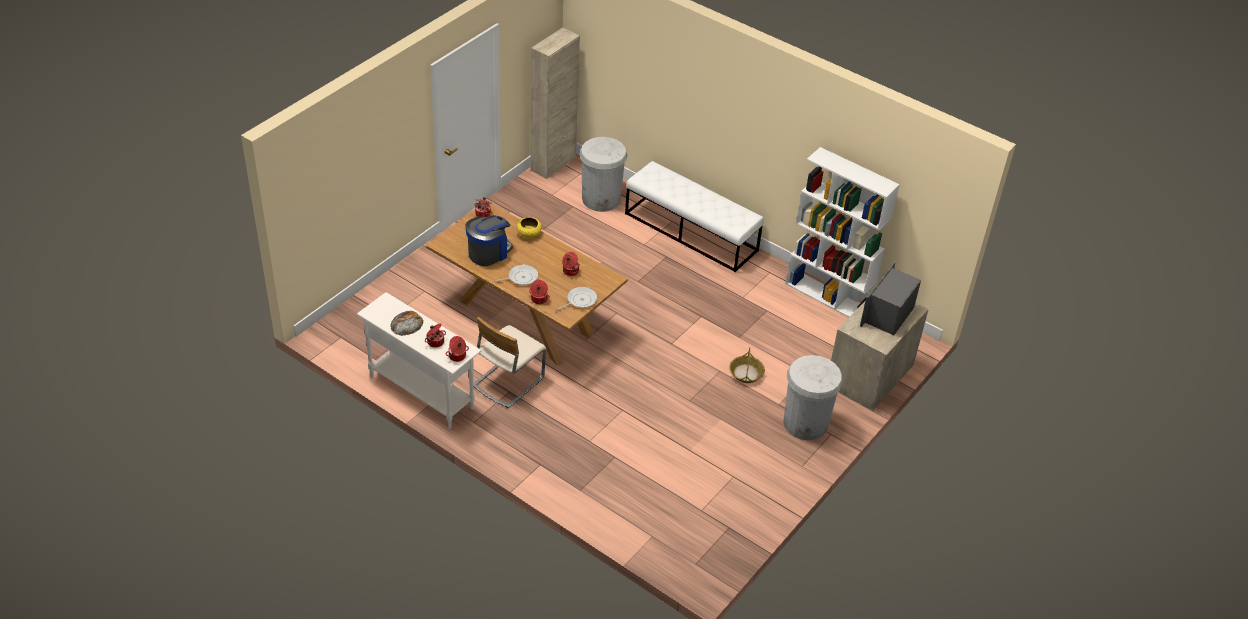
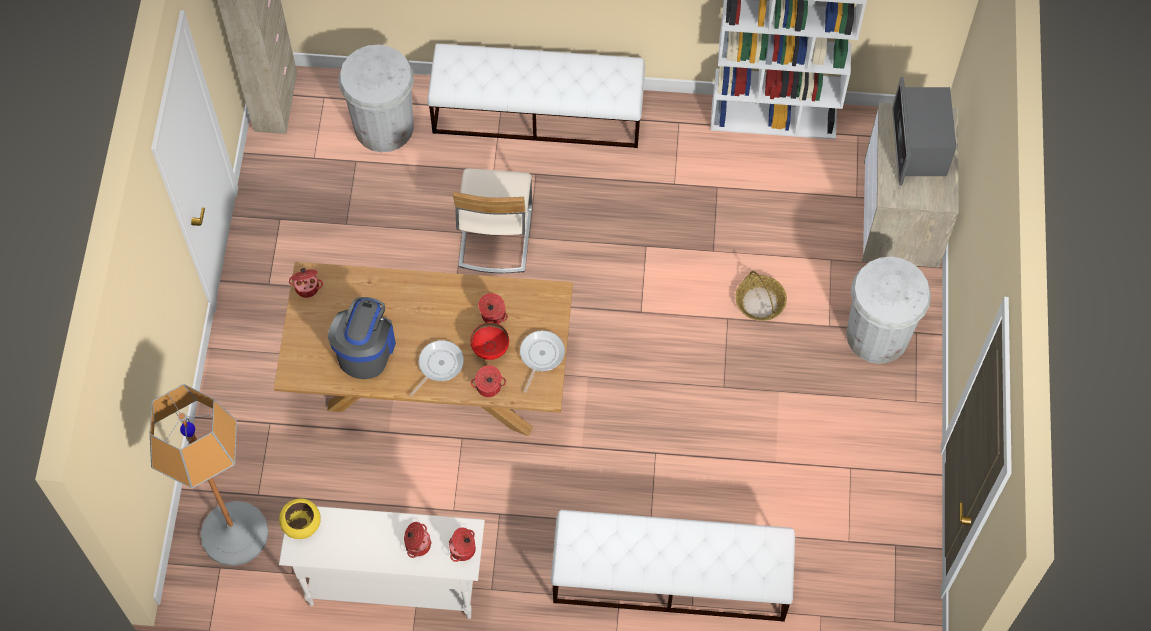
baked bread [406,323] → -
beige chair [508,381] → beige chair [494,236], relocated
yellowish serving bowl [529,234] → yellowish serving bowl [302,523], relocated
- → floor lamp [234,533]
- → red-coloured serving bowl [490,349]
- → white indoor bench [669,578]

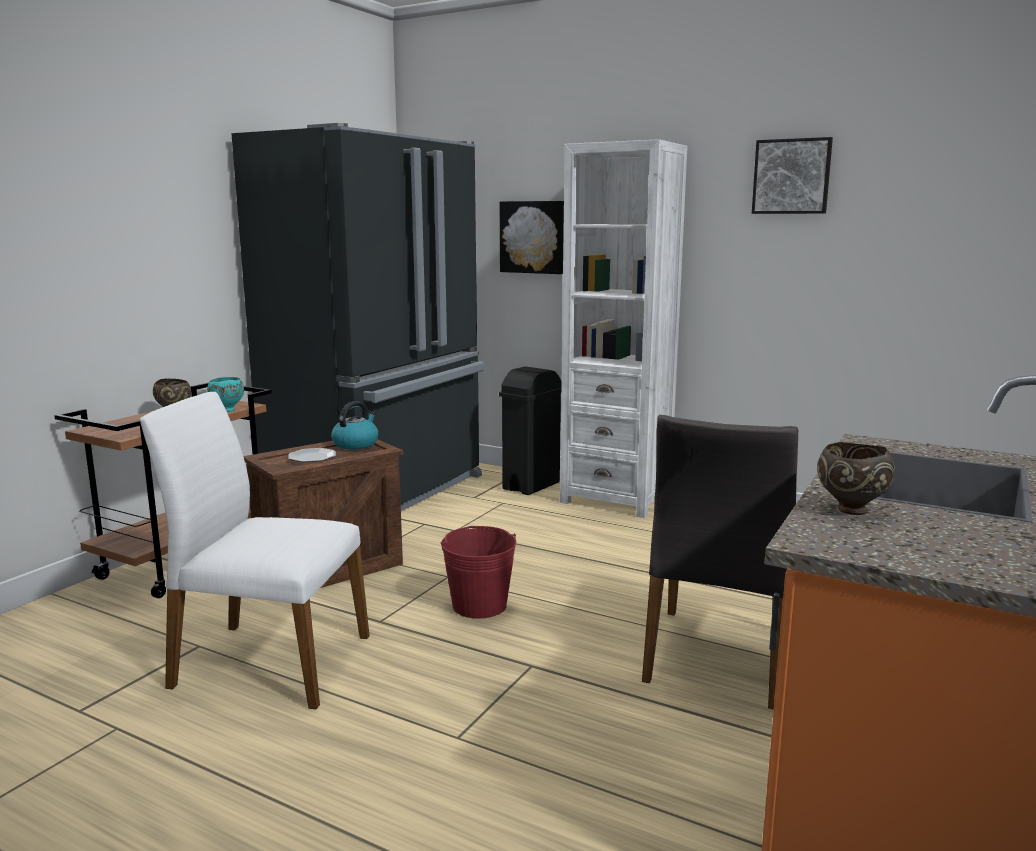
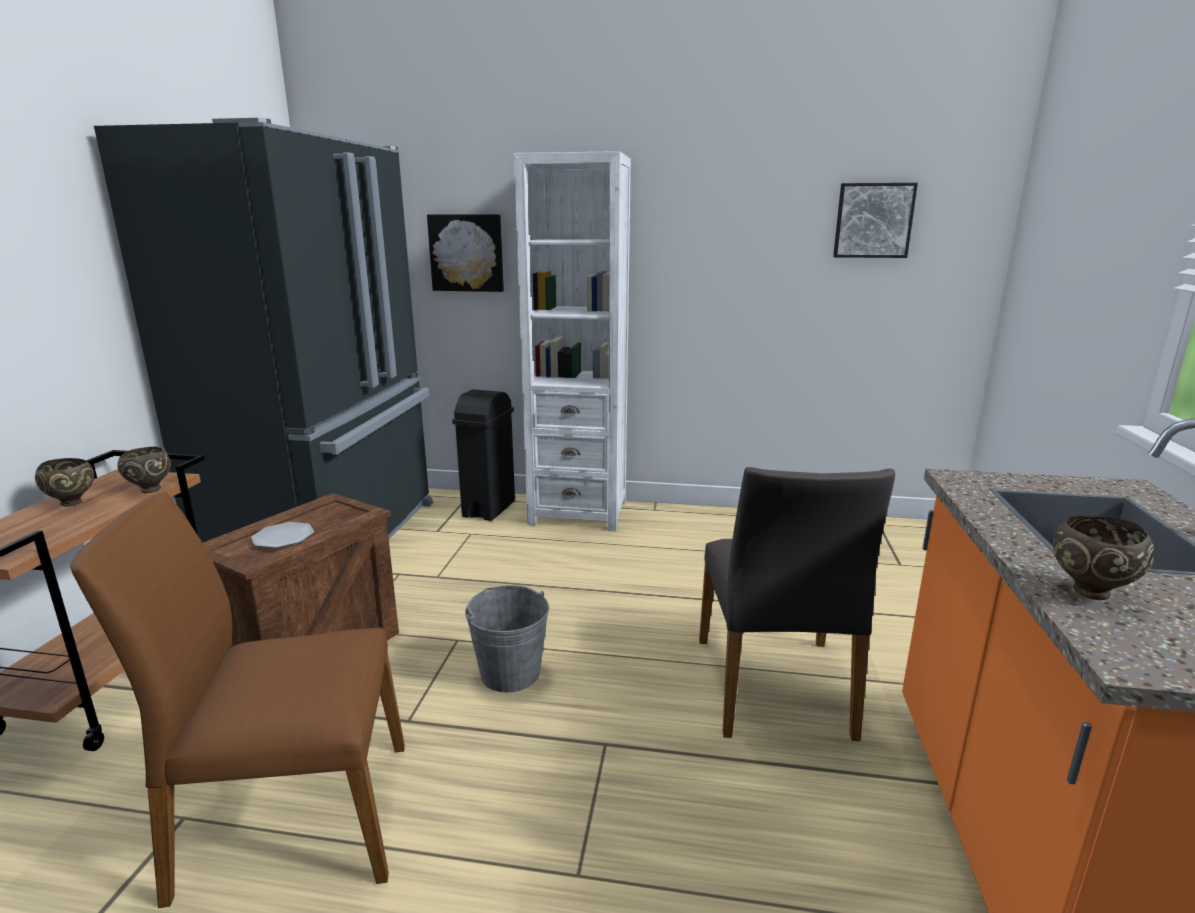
white chair [269,662] → brownish chair [293,819]
turquoise serving bowl [227,410] → brownish serving bowl [150,489]
water kettle [356,444] → -
red-coloured pail [479,605] → gray pail [510,673]
wall art [791,176] → wall art [873,220], relocated

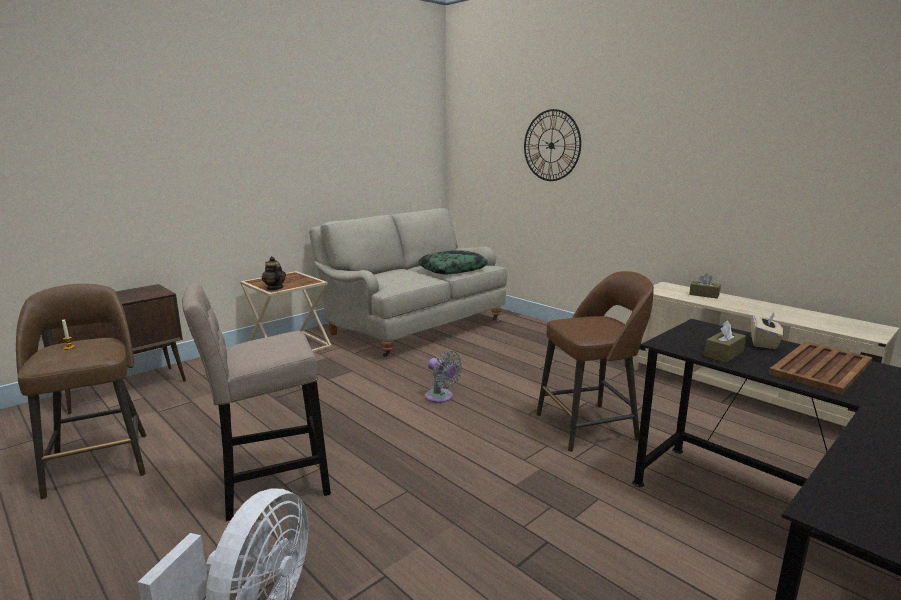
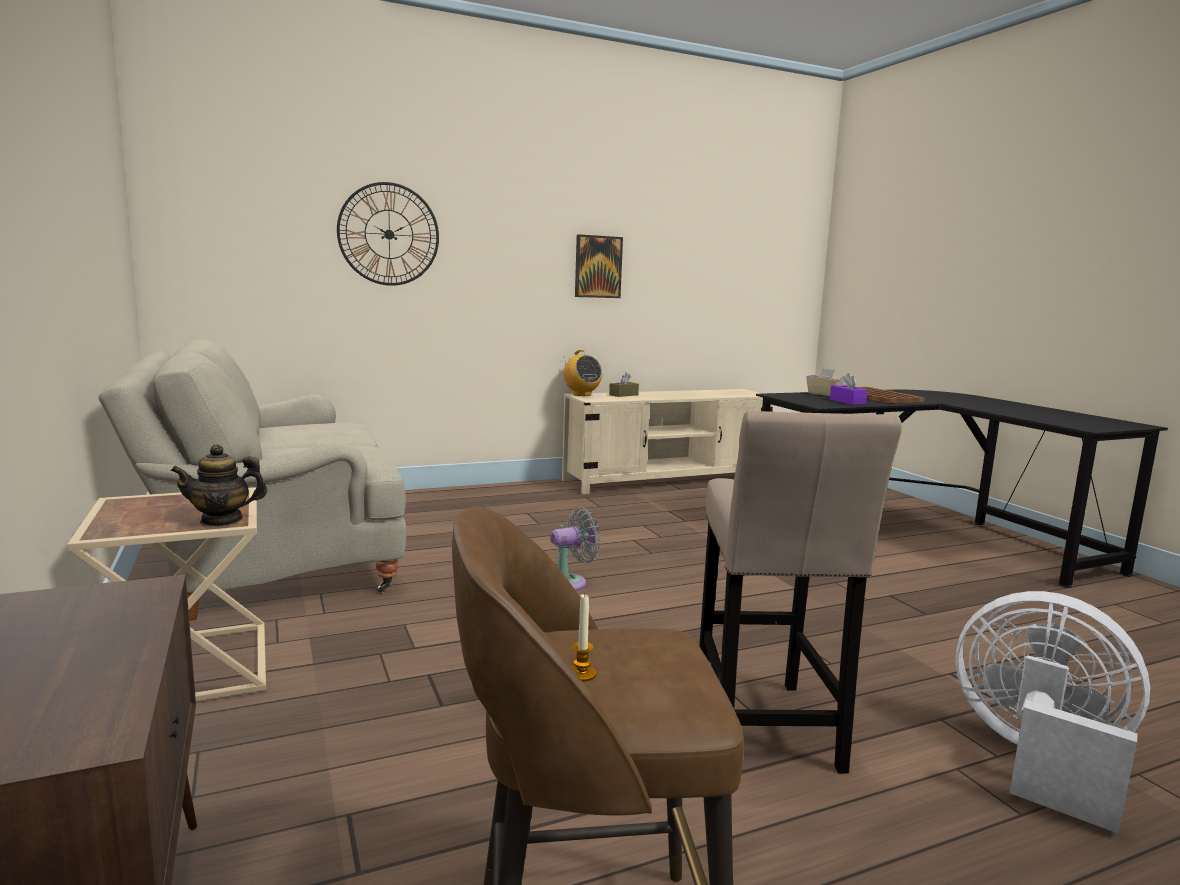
cushion [453,269] → -
brownish sitting stool [589,426] → -
brownish tissue holder [723,354] → purple-coloured tissue holder [847,402]
- → radio set [581,394]
- → wall art [598,267]

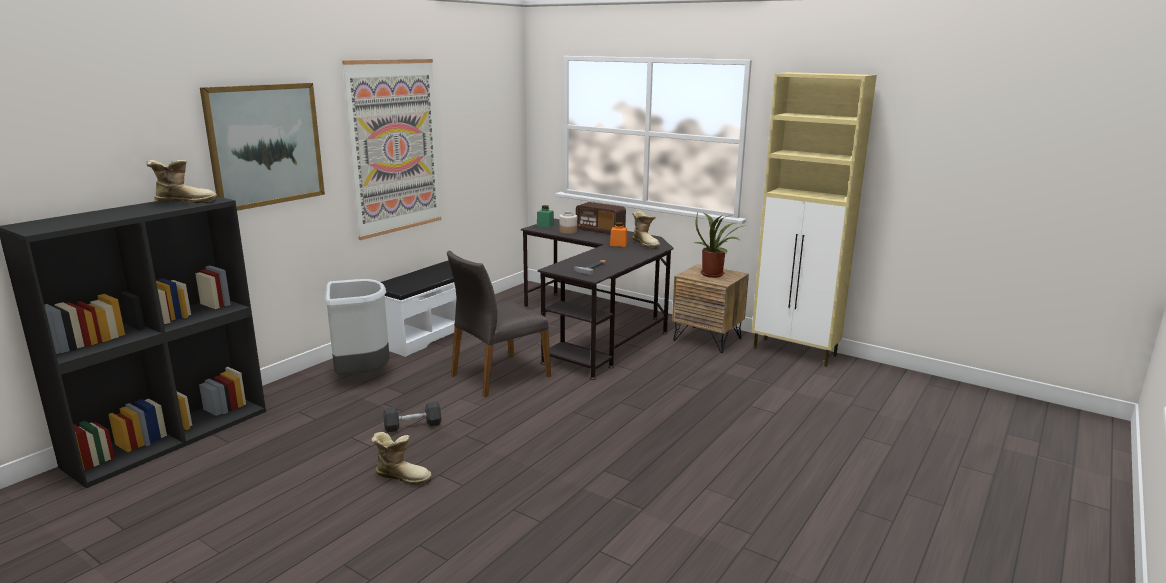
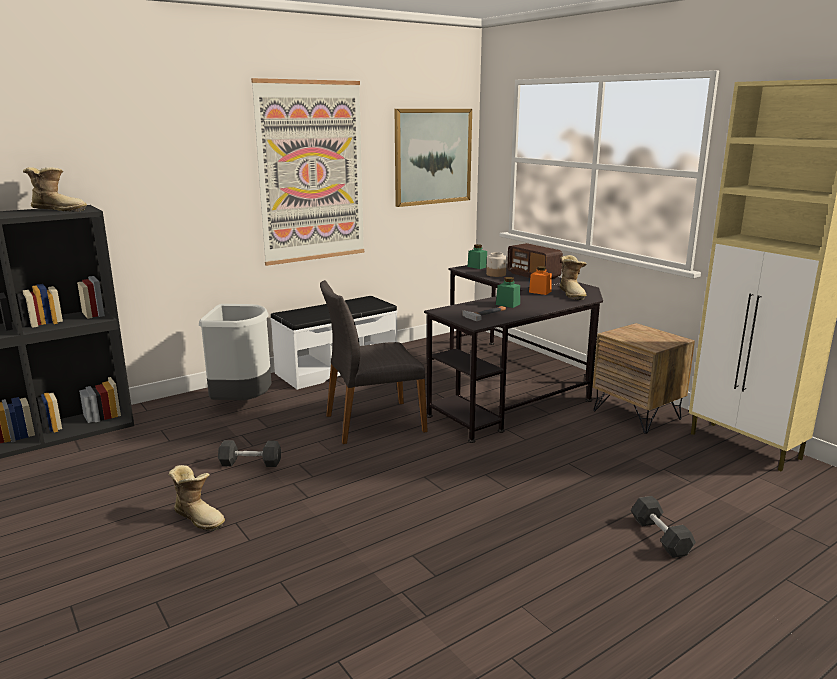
wall art [265,145] → wall art [433,156], relocated
plant in a pot [714,274] → -
- → green storage jar [508,304]
- → gray dumbbell [660,537]

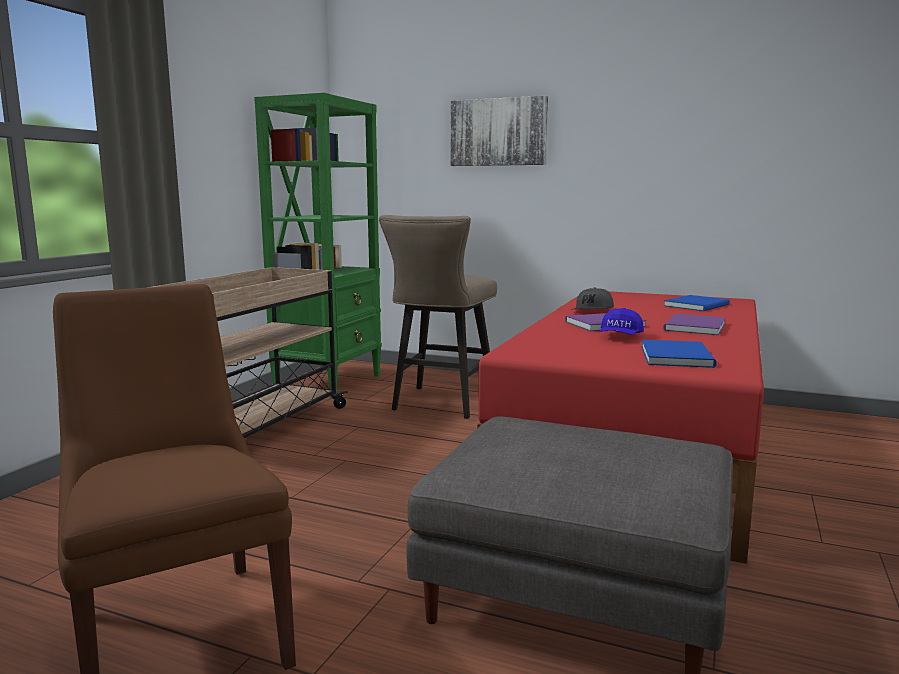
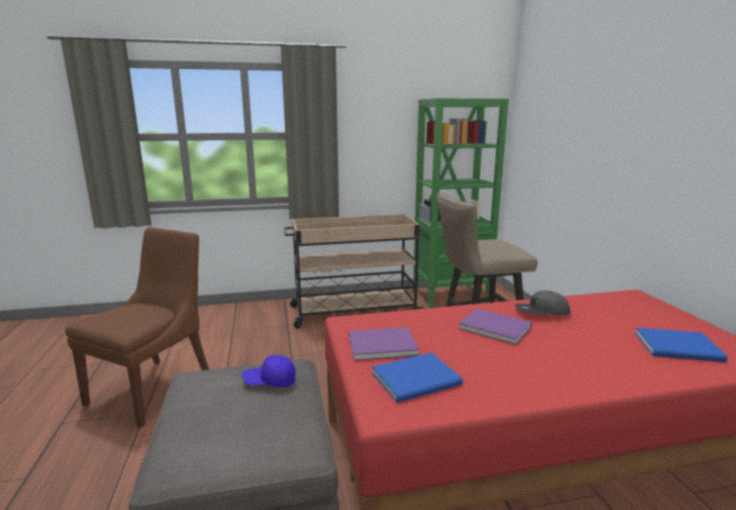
wall art [498,132] → -
bluish baseball cap [620,337] → bluish baseball cap [270,381], relocated
purple-coloured bound book [692,327] → purple-coloured bound book [380,345], relocated

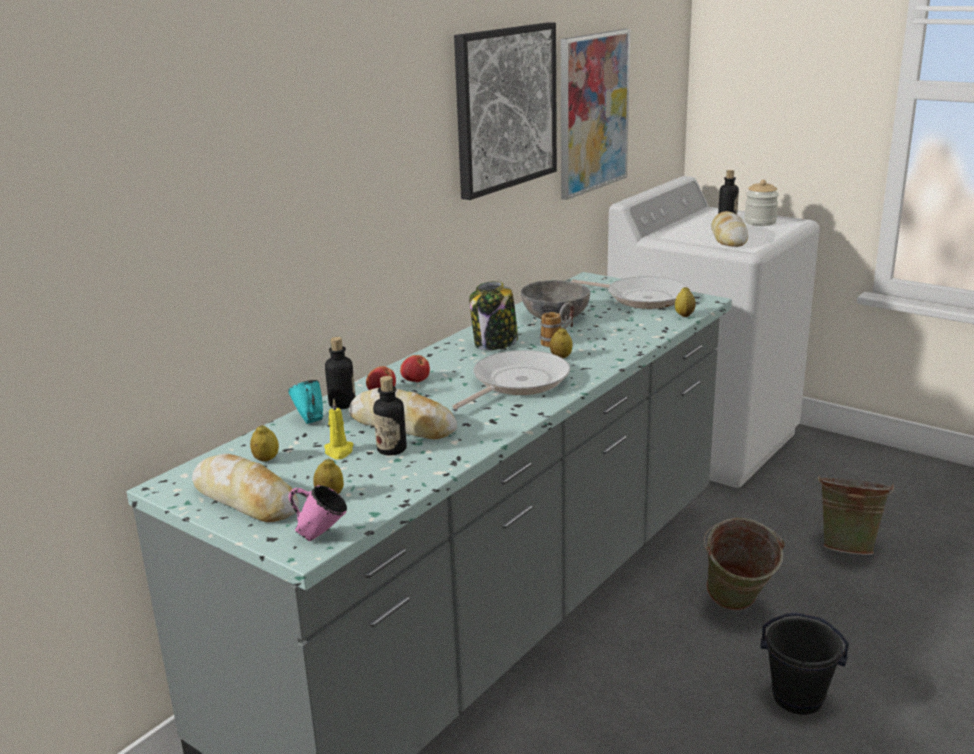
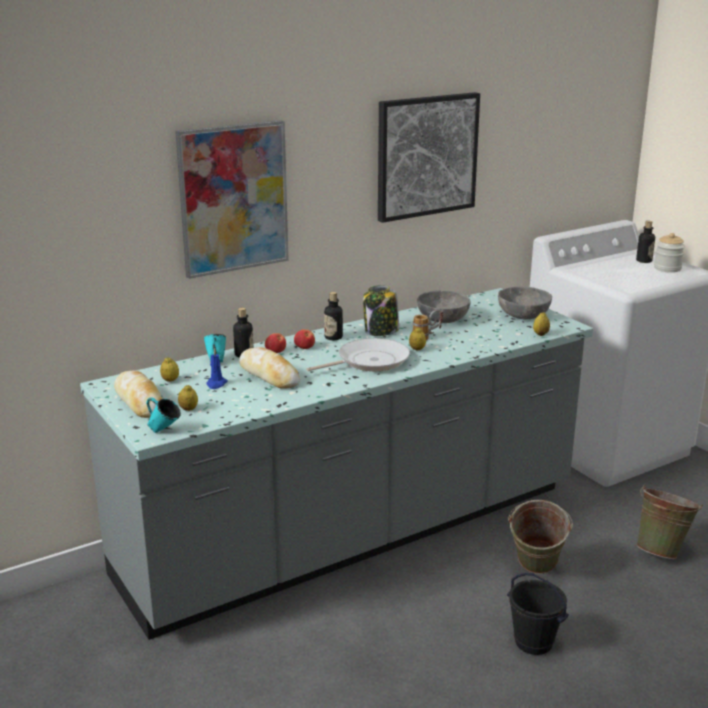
pink mug [321,536] → turquoise mug [164,431]
yellowish candle [339,451] → bluish candle [216,384]
bottle [391,449] → bottle [333,337], relocated
wall art [593,112] → wall art [233,198], relocated
skillet [642,297] → gray serving bowl [523,315]
baked bread [728,238] → -

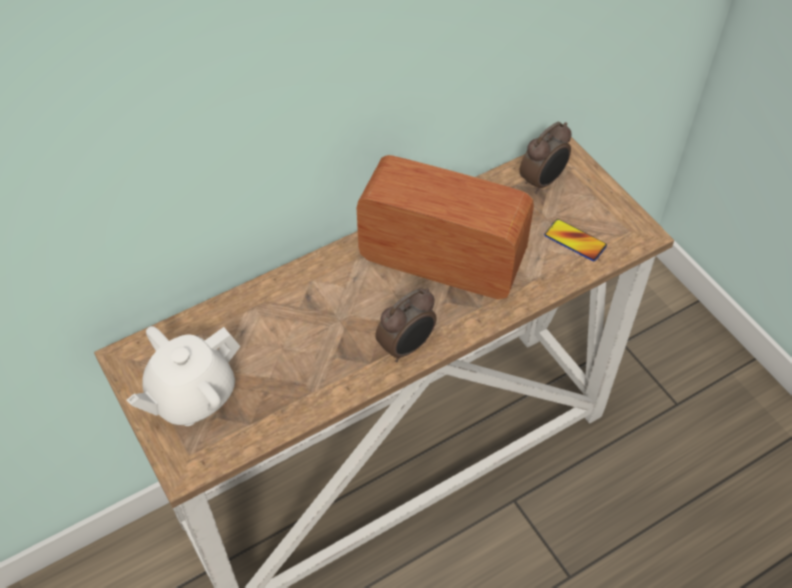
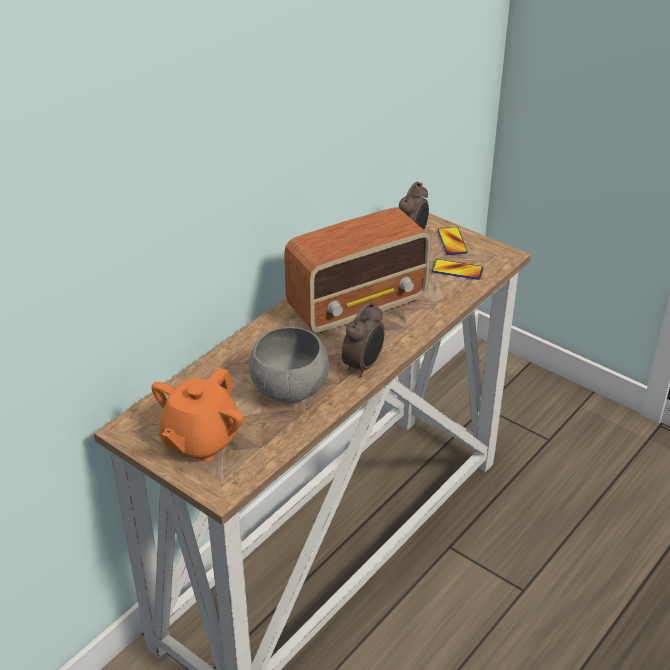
white teapot [192,396] → orange-coloured teapot [200,441]
radio set [440,260] → radio set [358,305], 150 degrees clockwise
- → gray serving bowl [290,390]
- → handset [452,242]

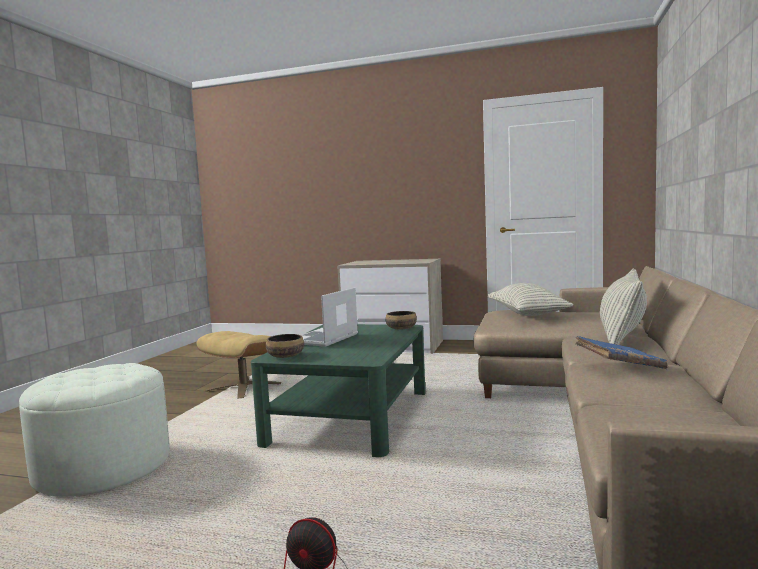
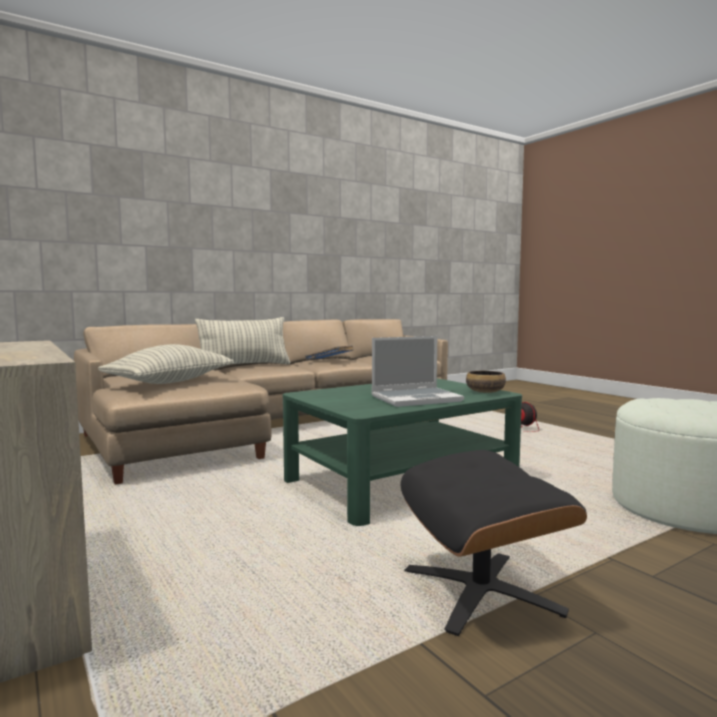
beige footrest [243,387] → black-coloured footrest [482,590]
serving bowl [401,328] → -

